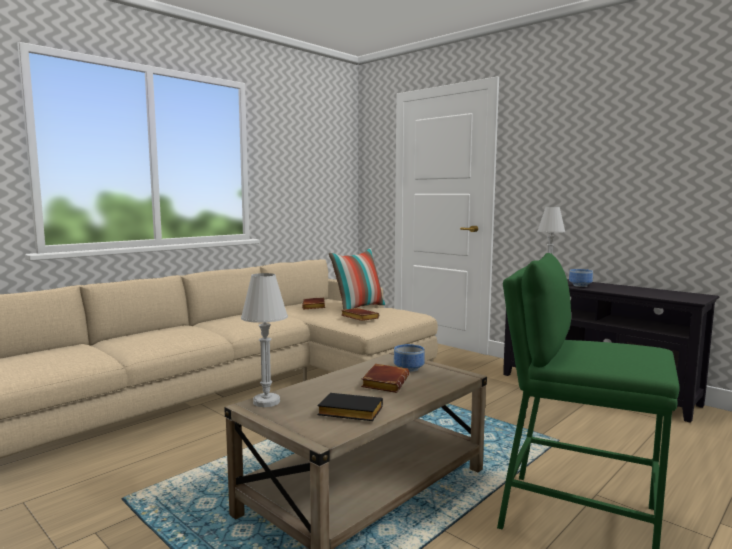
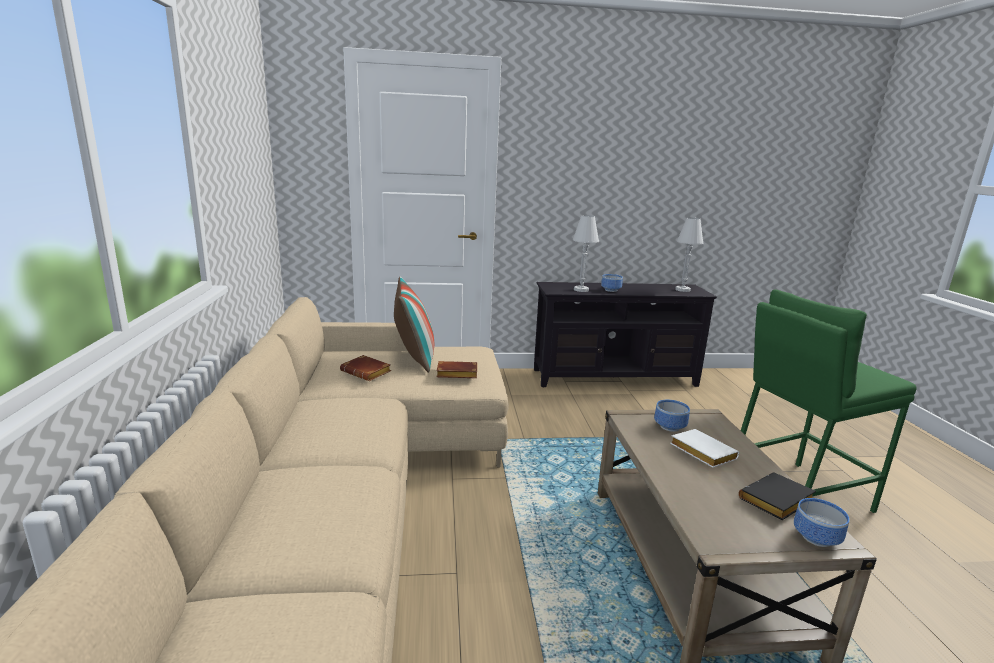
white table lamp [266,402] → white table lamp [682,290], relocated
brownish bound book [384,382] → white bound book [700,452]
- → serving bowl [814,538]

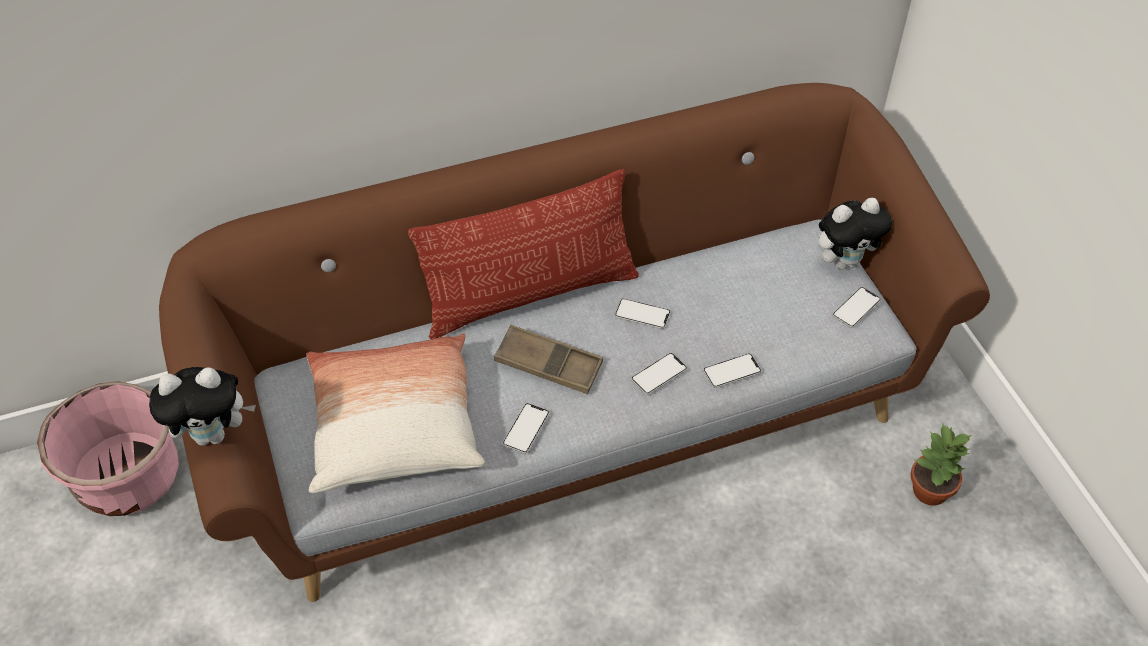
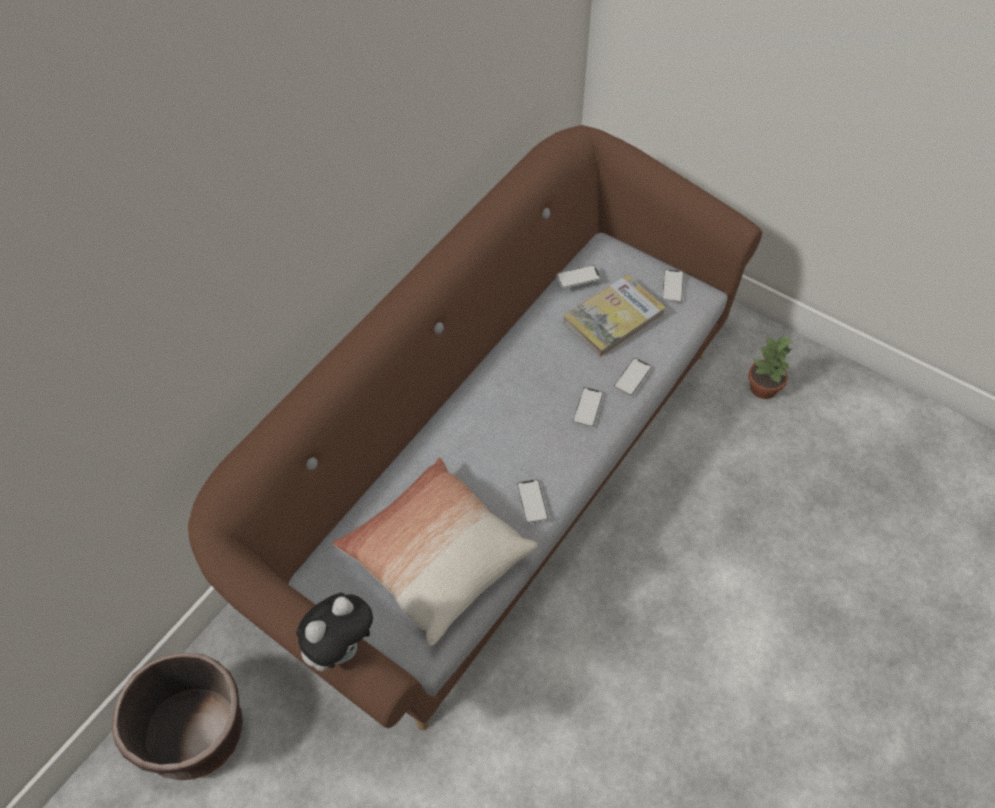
pink planter [127,478] → brownish planter [194,734]
cushion [530,295] → -
brownish carrying tray [548,364] → -
handset [642,314] → handset [578,277], relocated
plush toy [845,261] → -
- → bound book [613,319]

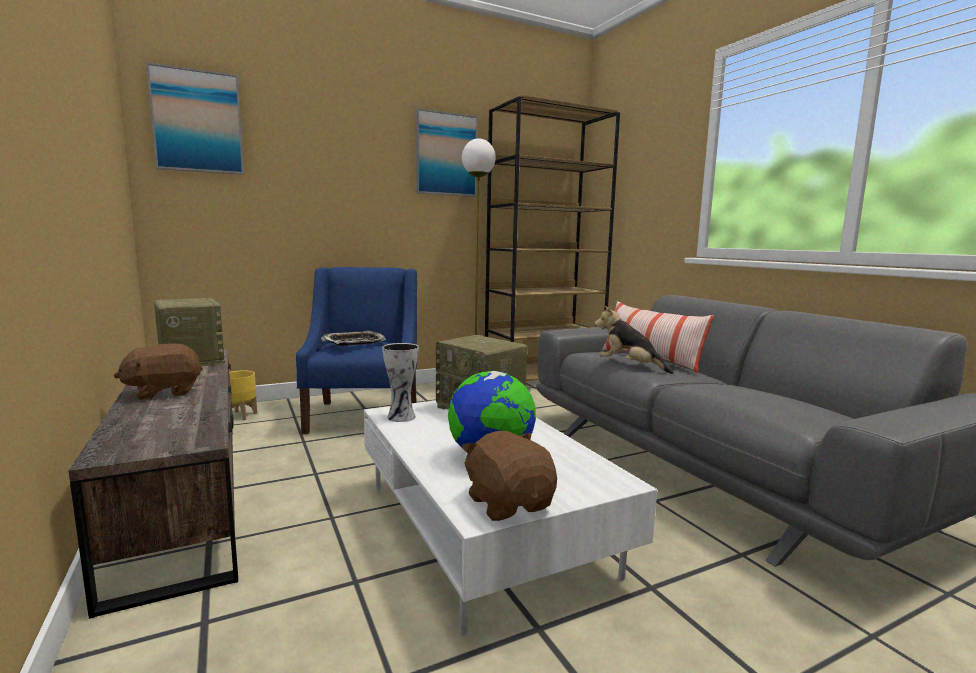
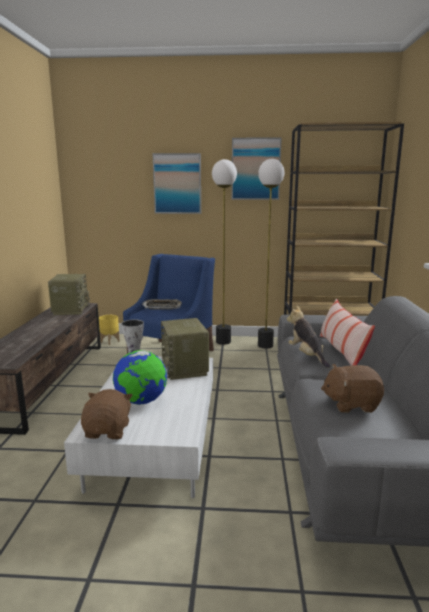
brownish plush toy [164,392] → brownish plush toy [351,404], relocated
wall art [197,122] → wall art [177,184], relocated
- → floor lamp [223,341]

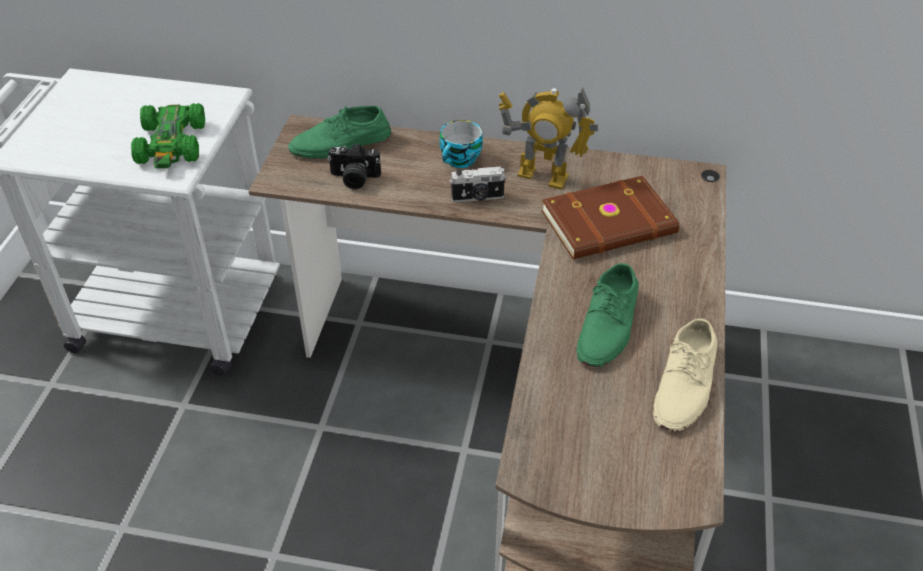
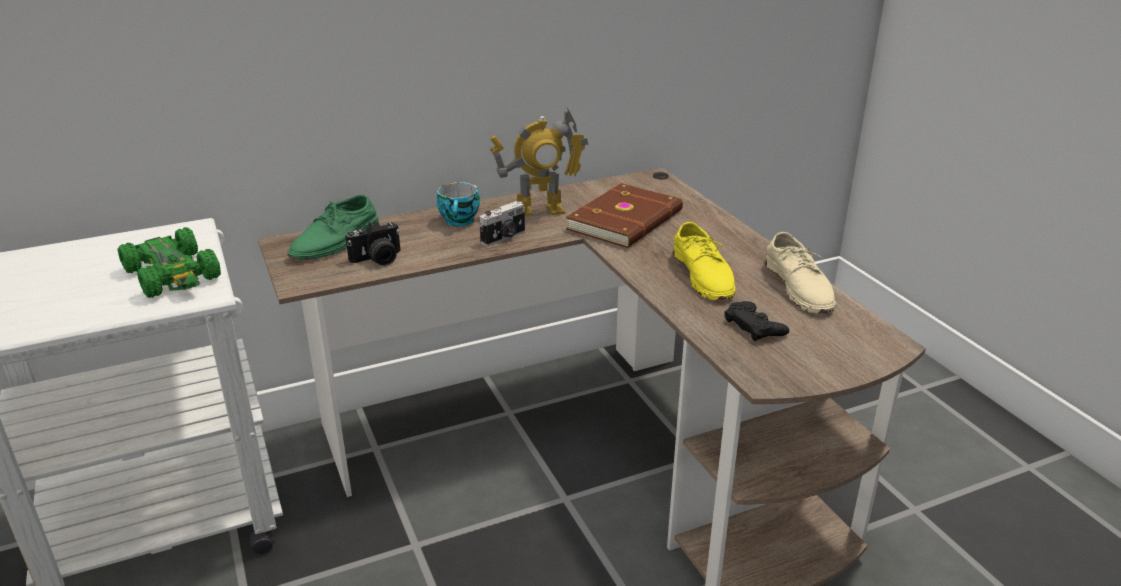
green shoe [608,325] → yellowish shoe [704,274]
- → black-coloured game controller [754,326]

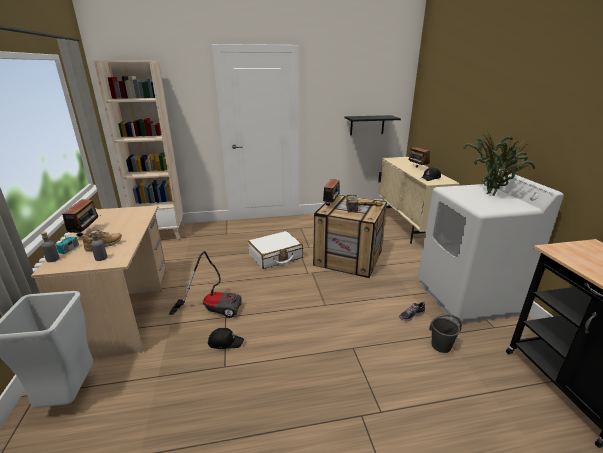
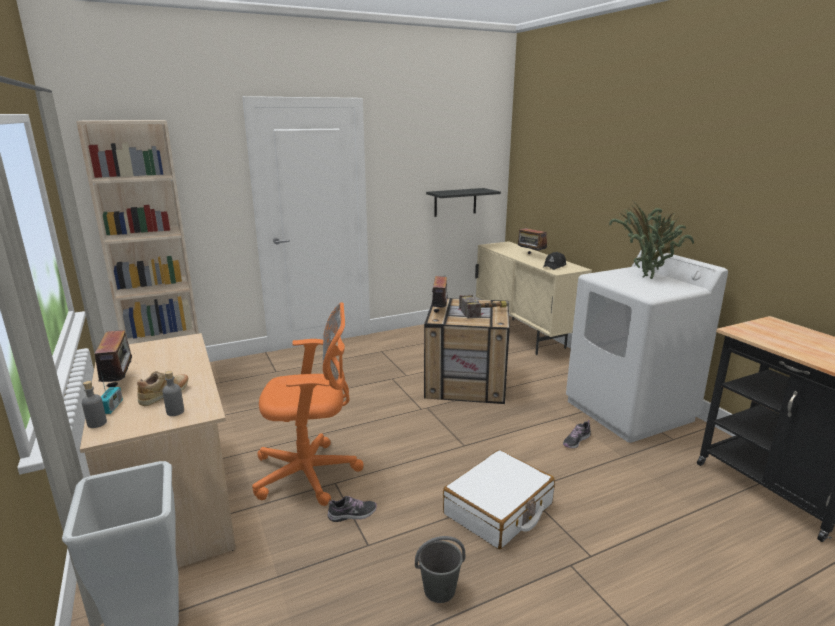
hoover [213,308] → orange-coloured computer chair [311,473]
black-coloured baseball cap [225,342] → shoe [352,514]
white travel case [275,256] → white travel case [498,510], relocated
gray pail [440,346] → gray pail [439,590], relocated

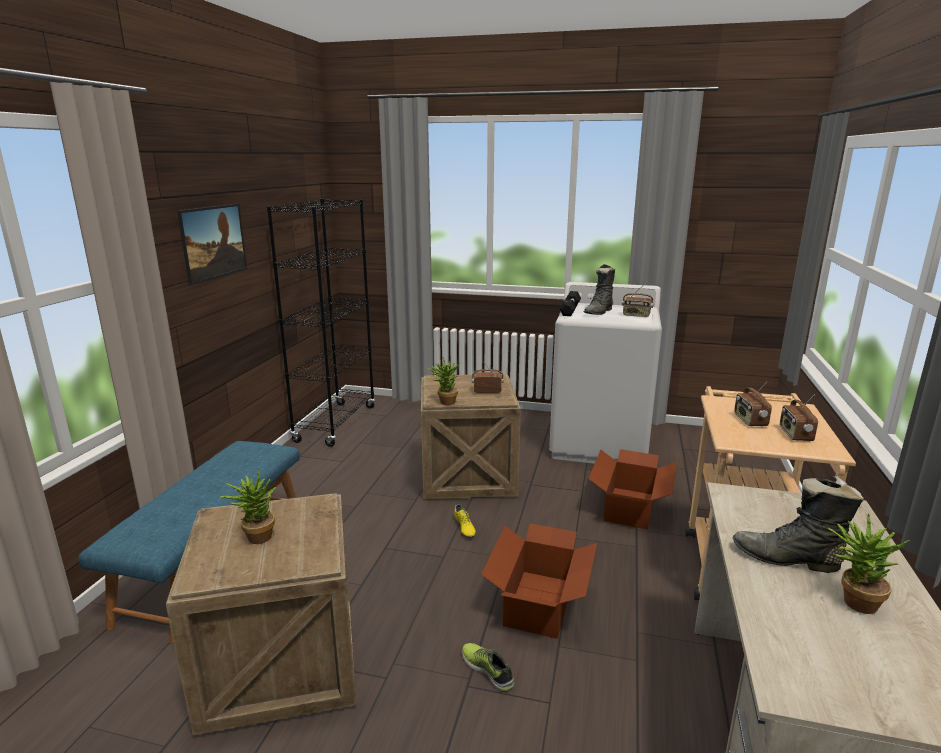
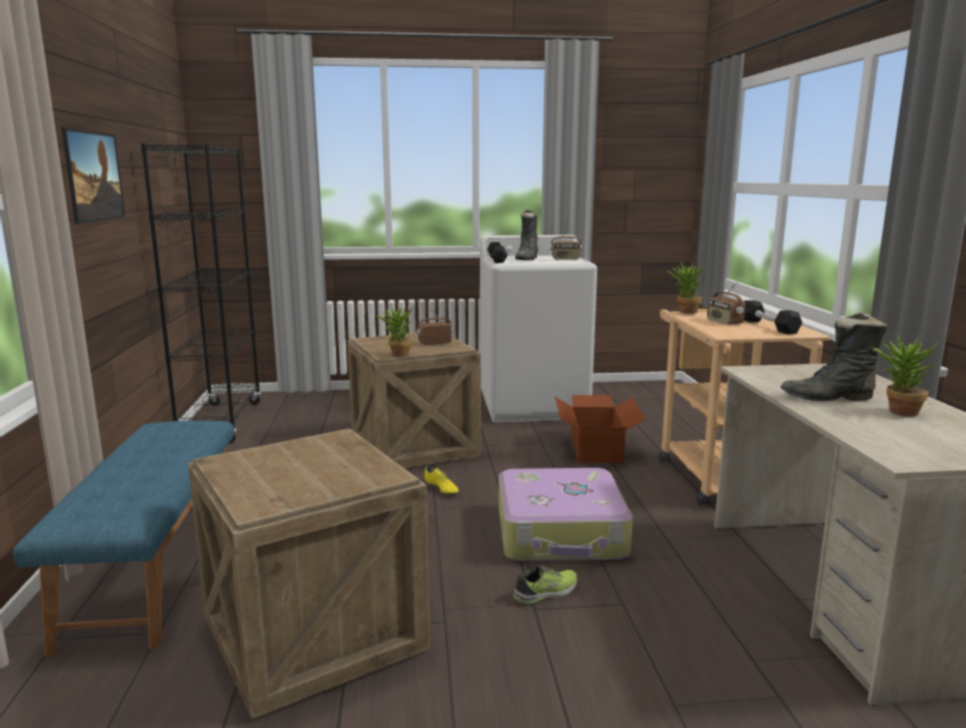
plant in a pot [255,536] → plant in a pot [684,312], relocated
shoe [488,670] → shoe [547,593], 120 degrees clockwise
cardboard box [540,603] → travel case [561,533]
radio set [795,435] → black-coloured dumbbell [768,326]

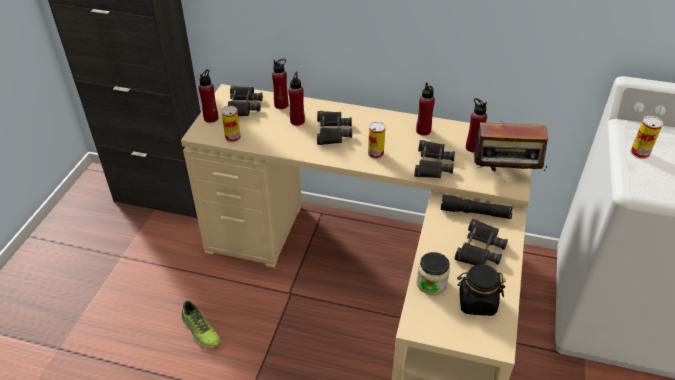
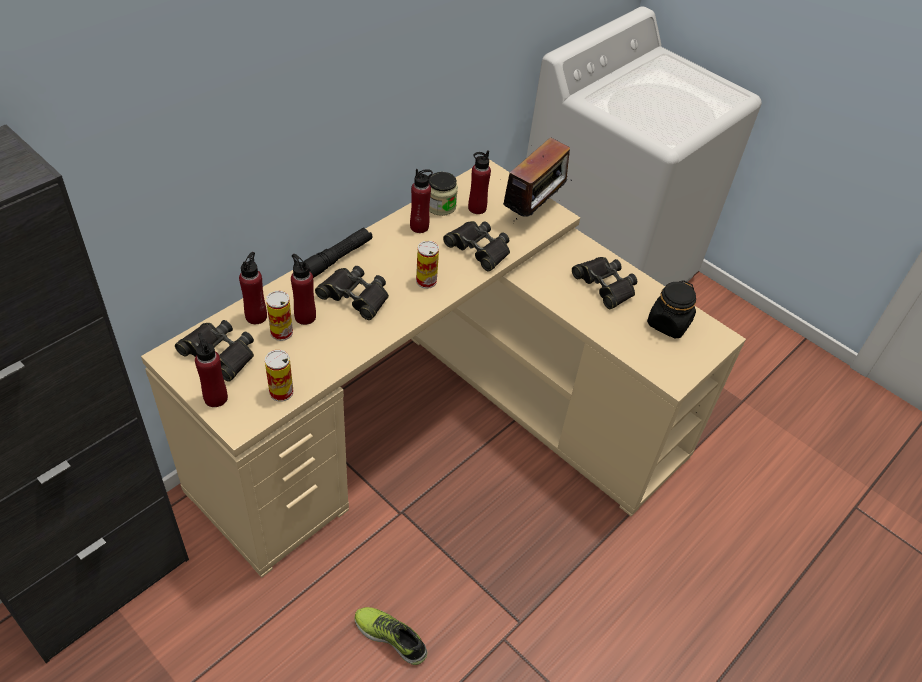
shoe [200,330] → shoe [391,636], 135 degrees counterclockwise
storage jar [431,283] → storage jar [440,206], relocated
black-coloured hand torch [475,213] → black-coloured hand torch [337,258], relocated
metal can [640,153] → metal can [281,332], relocated

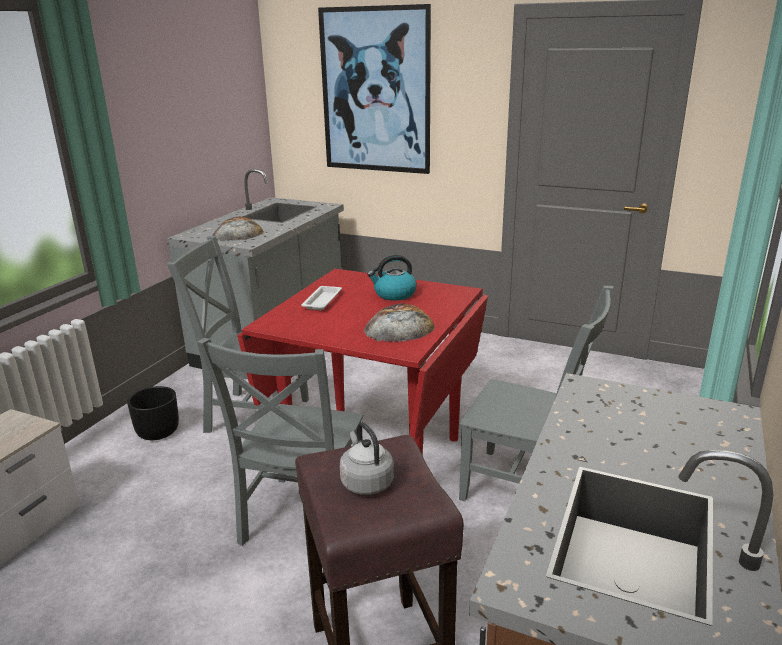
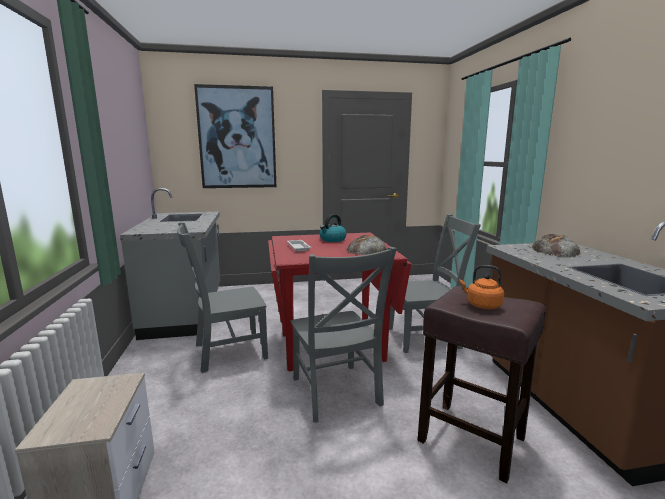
black-coloured planter [158,431] → -
baked bread [238,233] → baked bread [554,250], relocated
gray water kettle [366,481] → orange-coloured water kettle [481,305]

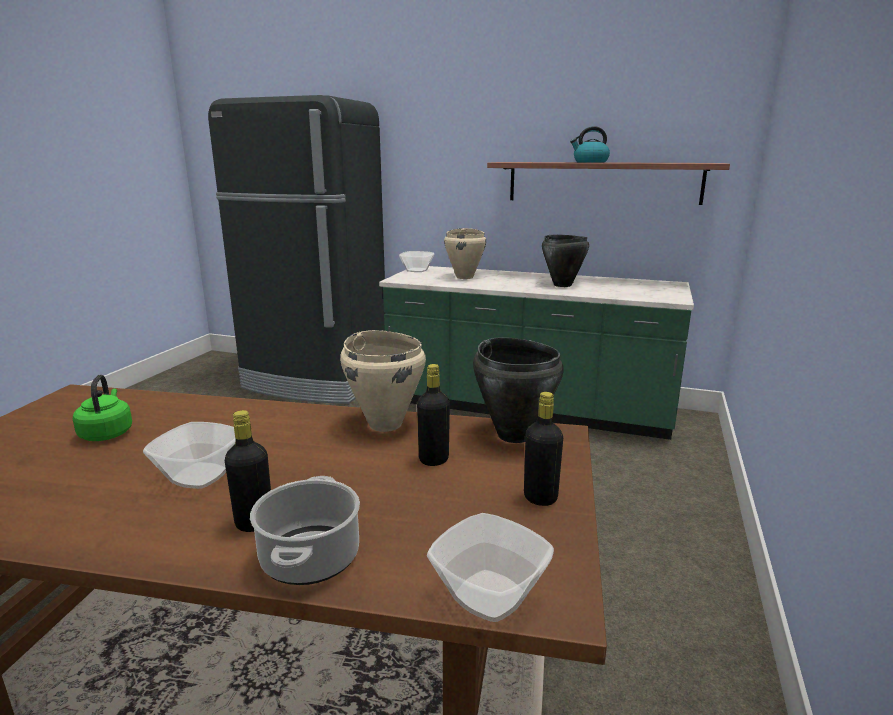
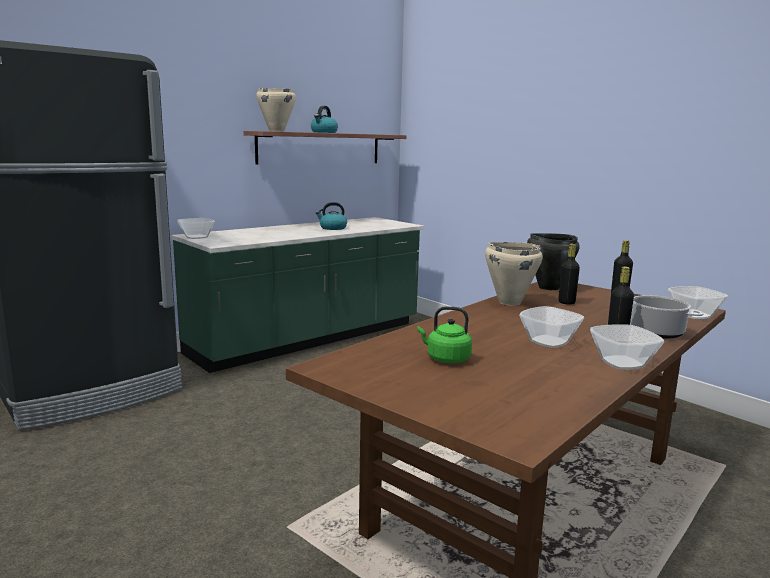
beige saucepot [465,277] → beige saucepot [276,131], relocated
black-coloured saucepot [562,285] → water kettle [332,228]
- → serving bowl [623,363]

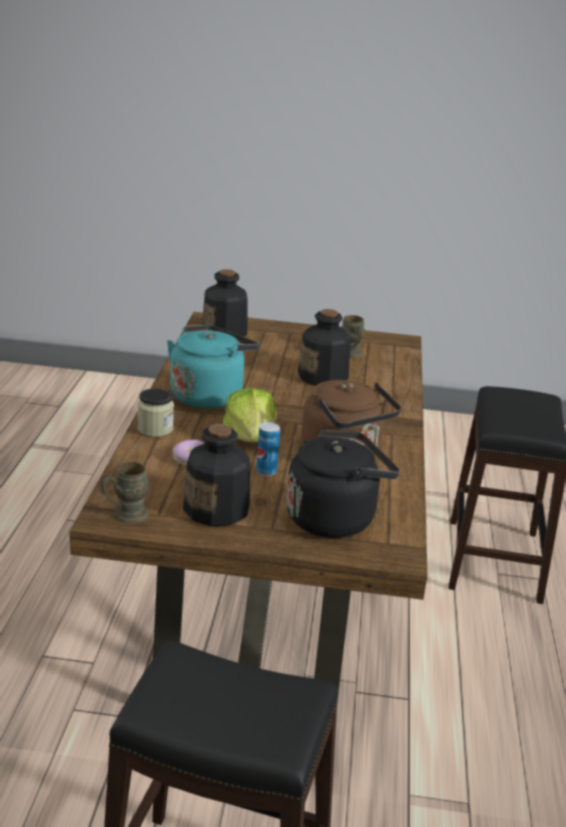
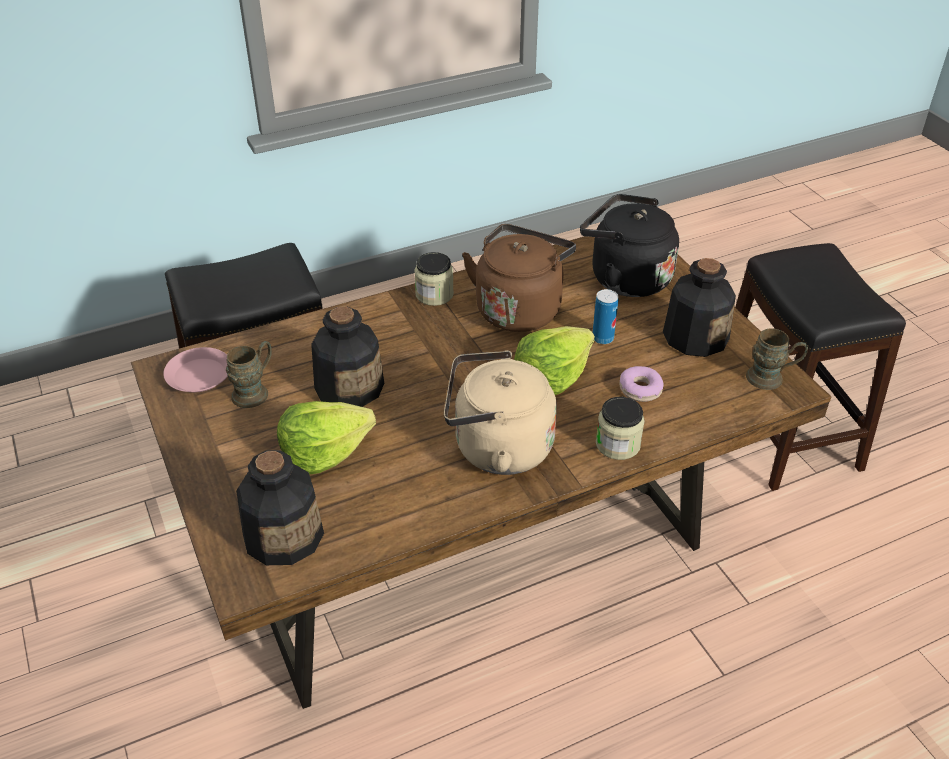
turquoise water kettle [208,395] → beige water kettle [496,448]
- → pink plate [199,375]
- → lettuce [324,451]
- → storage jar [434,295]

